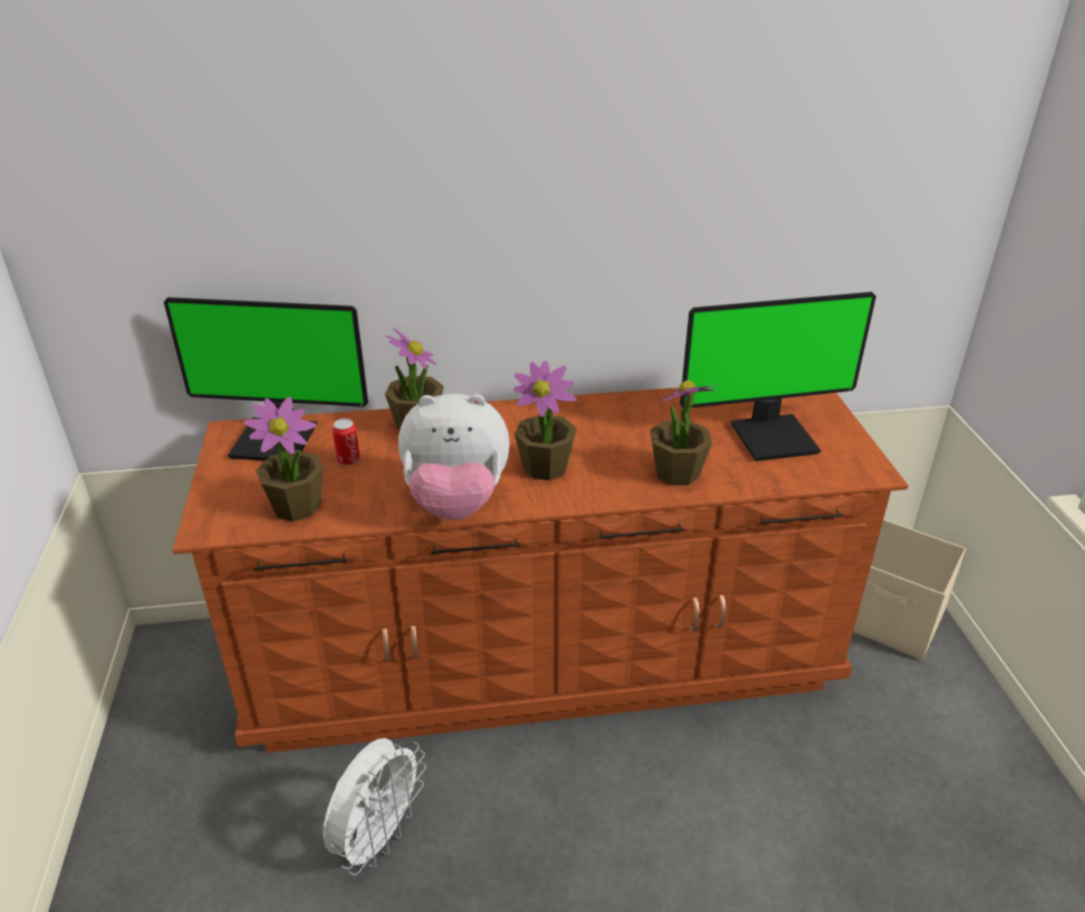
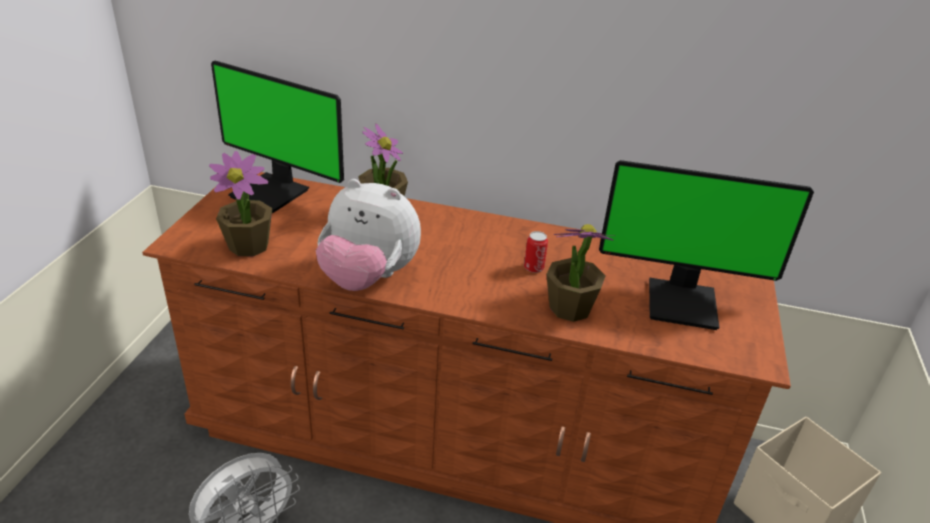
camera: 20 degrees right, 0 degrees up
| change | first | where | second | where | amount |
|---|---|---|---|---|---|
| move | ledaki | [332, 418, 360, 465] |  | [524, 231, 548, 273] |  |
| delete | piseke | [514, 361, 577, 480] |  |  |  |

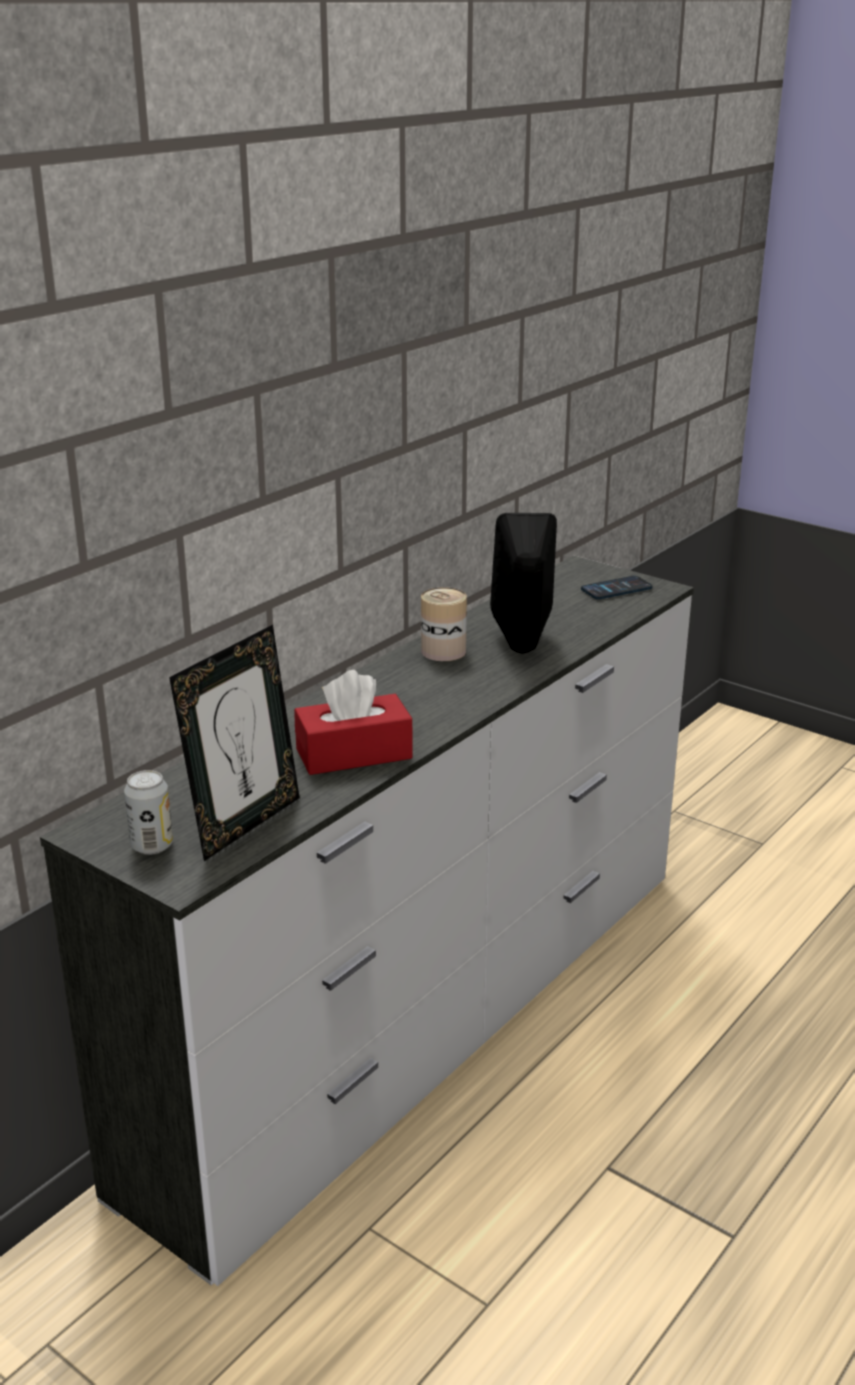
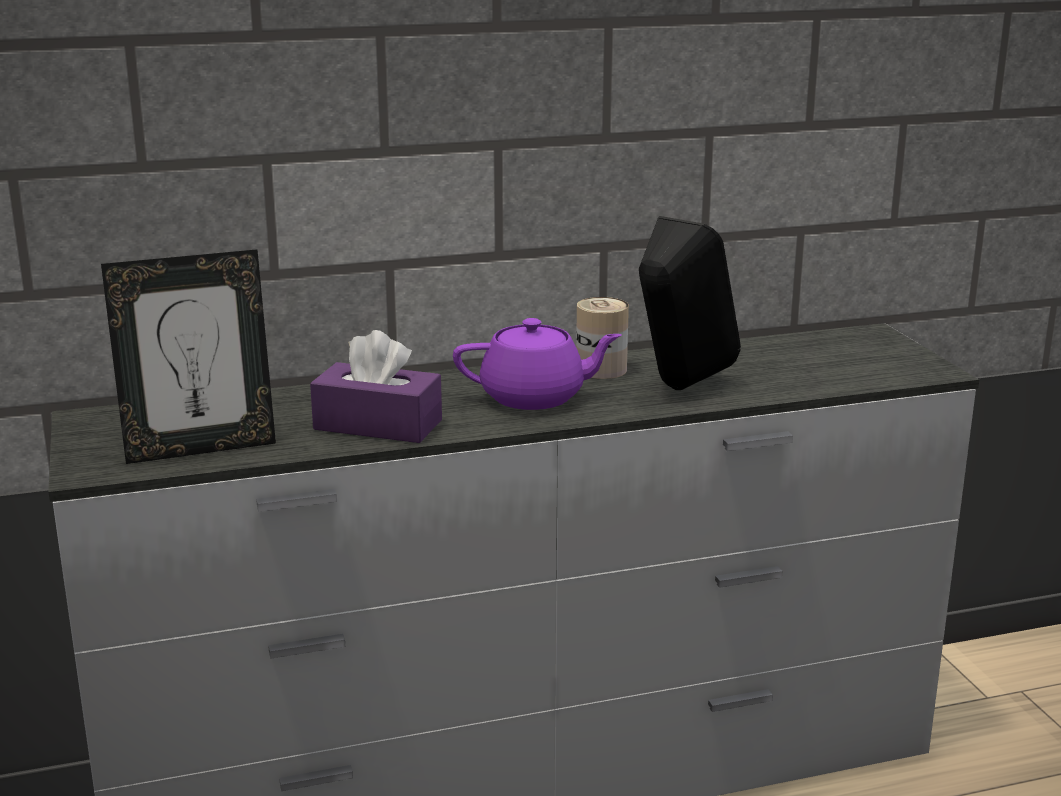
camera: 35 degrees right, 5 degrees down
| change | first | where | second | where | amount |
|---|---|---|---|---|---|
| recolor | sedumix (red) | [294, 670, 413, 775] | sedumix (purple) | [310, 330, 442, 443] |  |
| insert |  |  | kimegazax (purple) | [453, 318, 622, 410] |  |
| delete | ledaki | [124, 770, 173, 855] |  |  |  |
| delete | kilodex | [581, 576, 653, 599] |  |  |  |

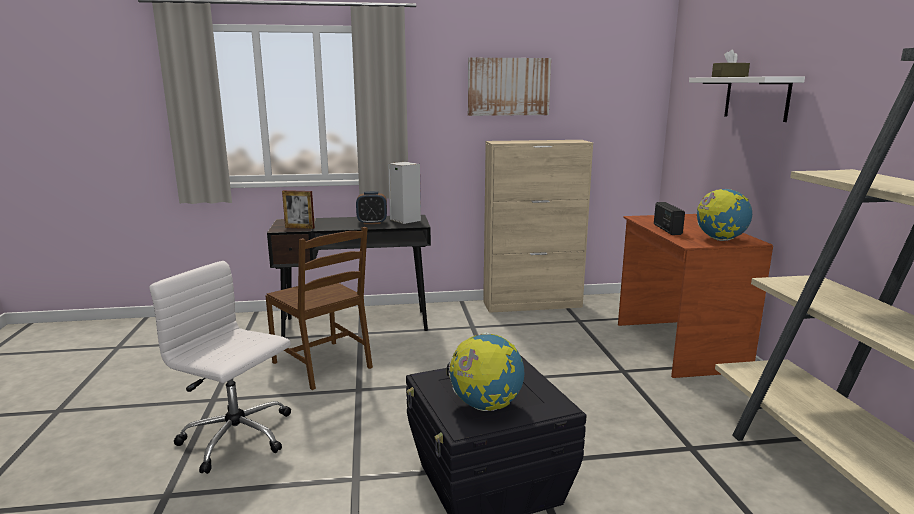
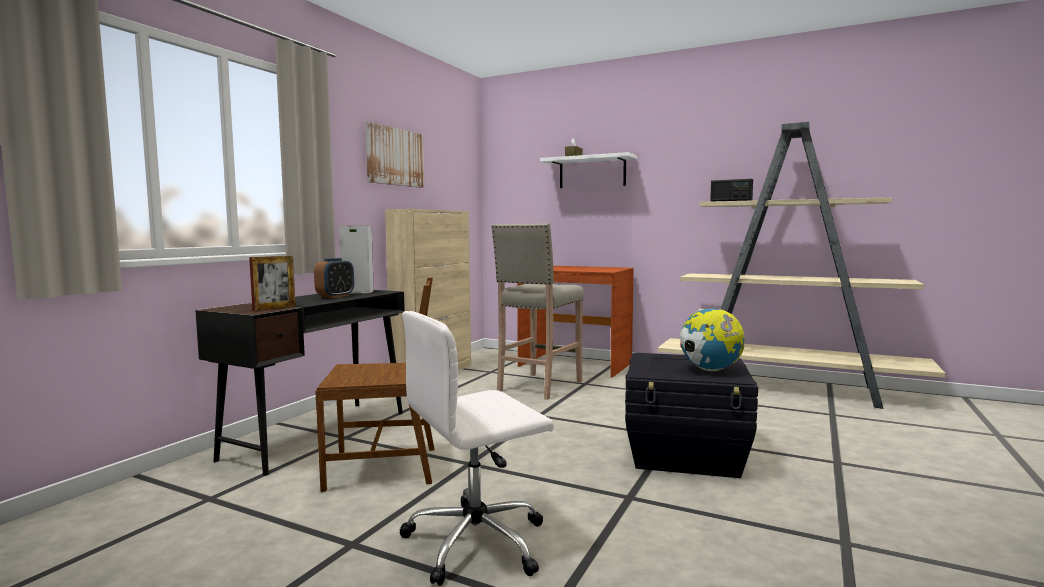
camera: 55 degrees left, 10 degrees down
| change | first | where | second | where | amount |
|---|---|---|---|---|---|
| insert |  |  | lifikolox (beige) | [491, 223, 584, 400] |  |
| move | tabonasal | [654, 202, 685, 235] |  | [710, 179, 753, 202] |  |
| delete | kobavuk | [697, 189, 752, 241] |  |  |  |

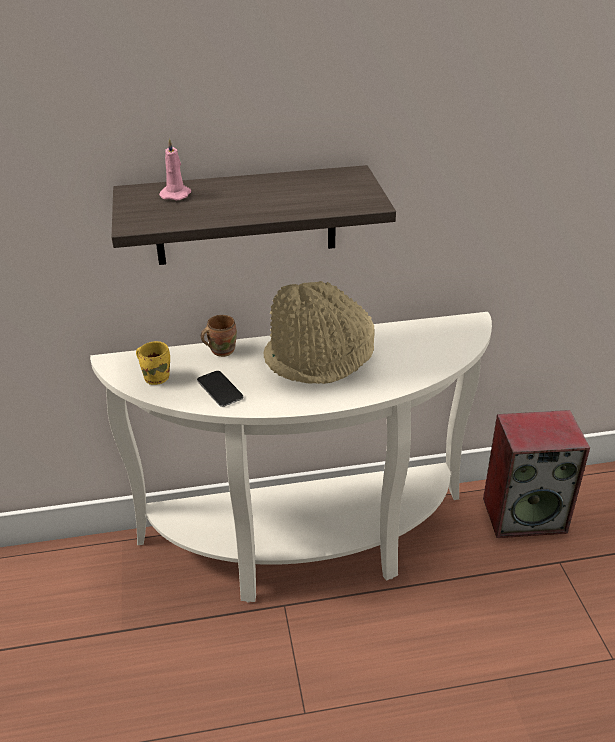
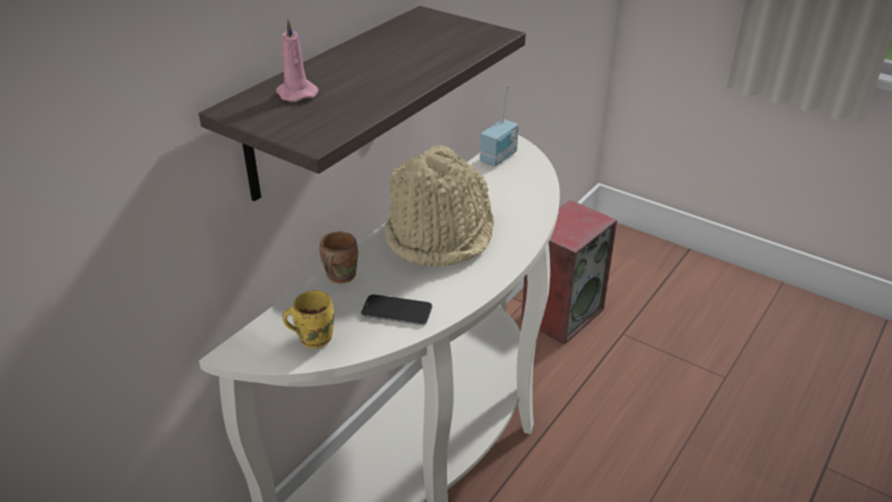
camera: 45 degrees left, 0 degrees up
| change | first | where | second | where | amount |
|---|---|---|---|---|---|
| insert |  |  | tabonasal | [480, 86, 519, 166] |  |

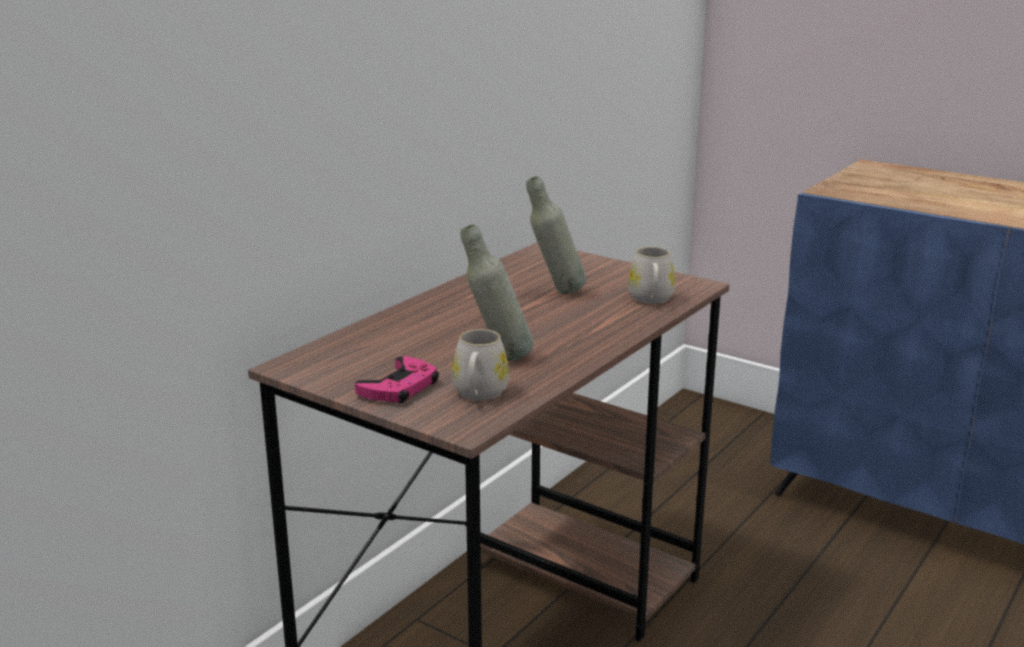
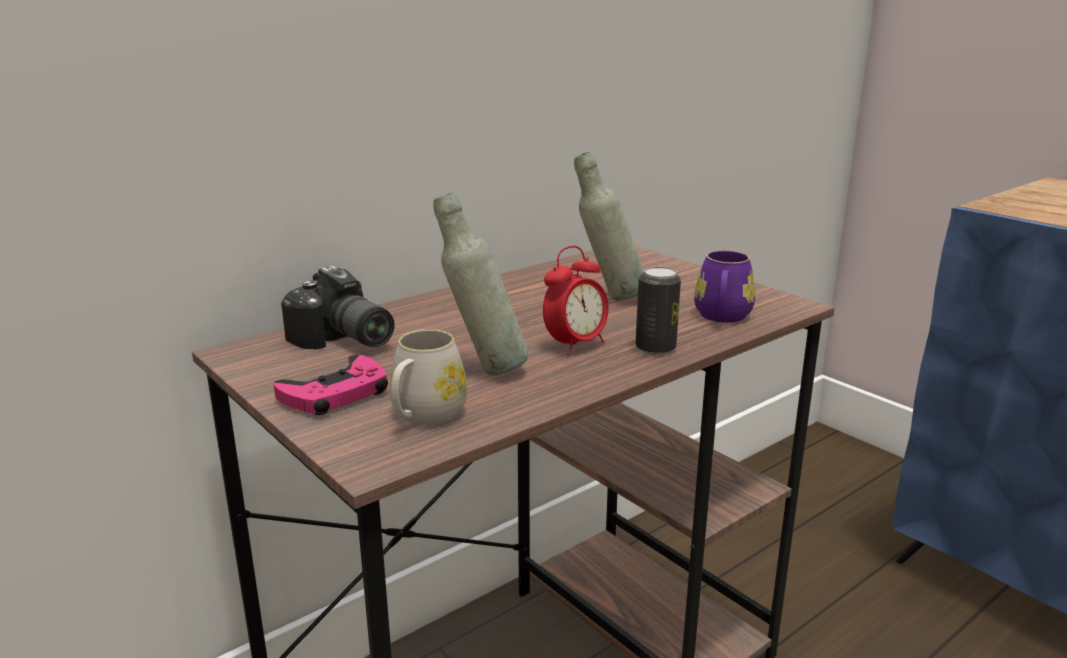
camera: 15 degrees right, 0 degrees up
| change | first | where | second | where | amount |
|---|---|---|---|---|---|
| insert |  |  | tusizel | [281, 266, 394, 349] |  |
| insert |  |  | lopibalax | [543, 246, 608, 355] |  |
| insert |  |  | ledaki | [636, 267, 681, 355] |  |
| recolor | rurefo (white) | [628, 247, 675, 304] | rurefo (purple) | [694, 250, 755, 323] |  |

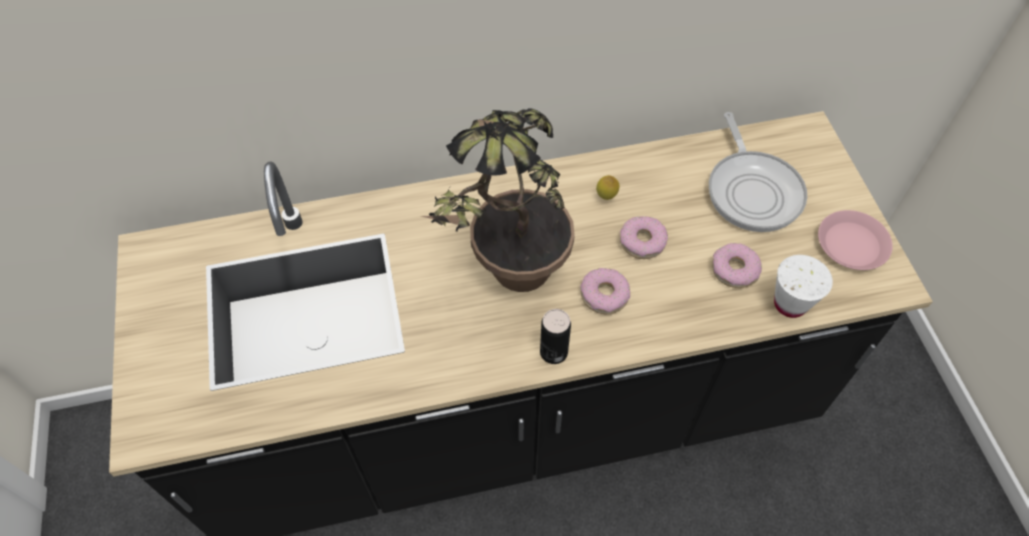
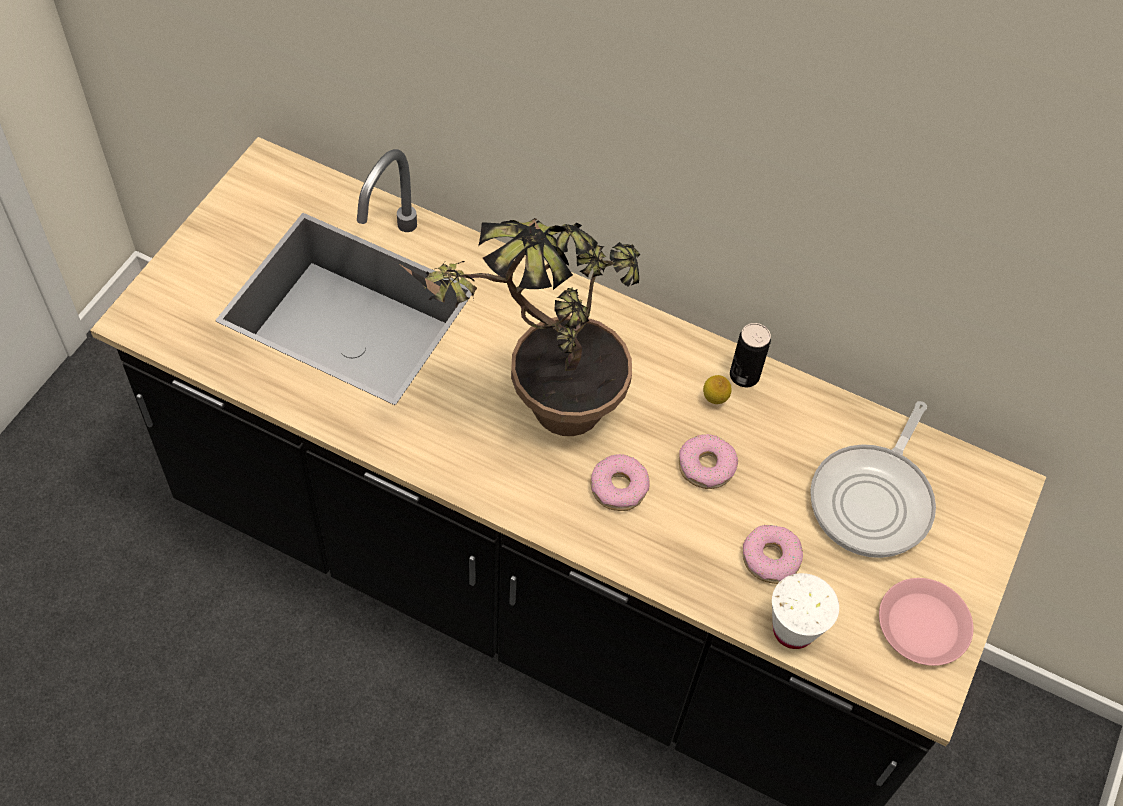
camera: 35 degrees right, 0 degrees up
| change | first | where | second | where | amount |
|---|---|---|---|---|---|
| move | ledaki | [540, 309, 571, 364] |  | [730, 323, 771, 387] |  |

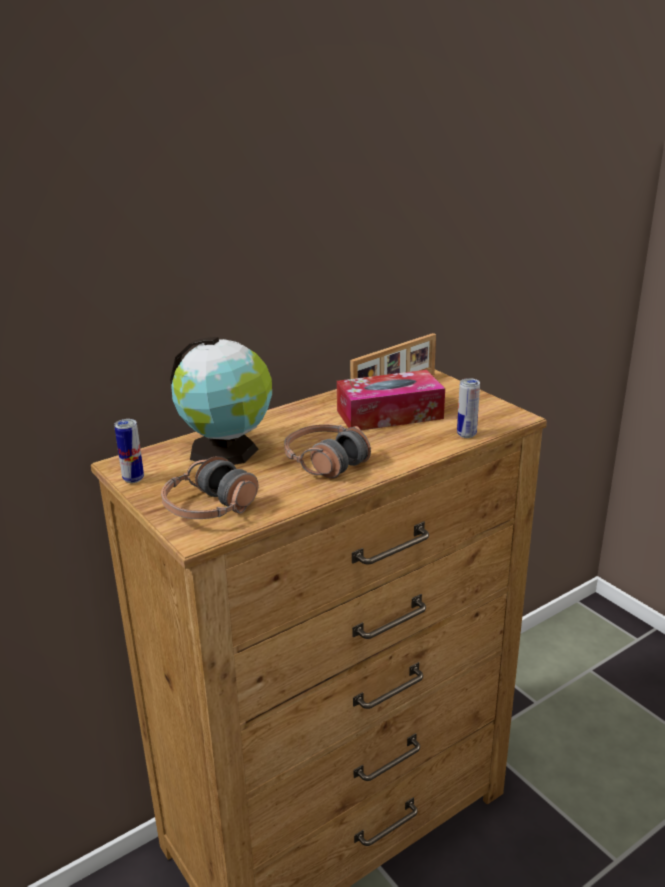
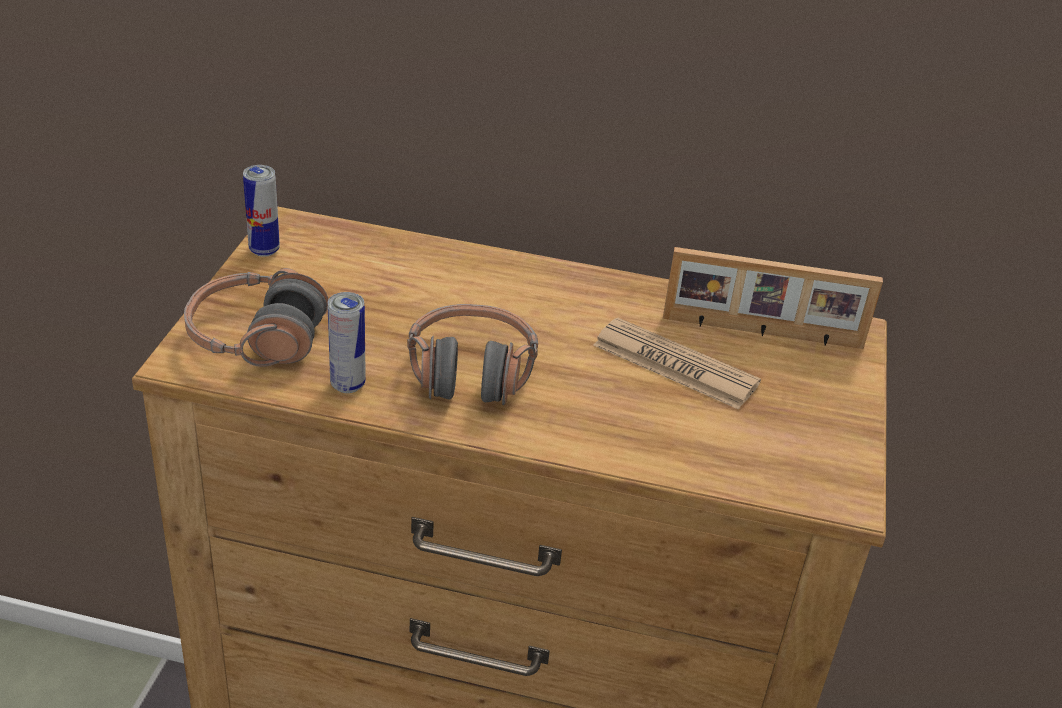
camera: 45 degrees right, 10 degrees up
| change | first | where | second | where | amount |
|---|---|---|---|---|---|
| move | ledaki | [457, 378, 480, 438] |  | [328, 292, 366, 393] |  |
| replace | sedumix | [337, 370, 445, 430] | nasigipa | [593, 318, 761, 410] |  |
| delete | kobavuk | [170, 337, 272, 465] |  |  |  |

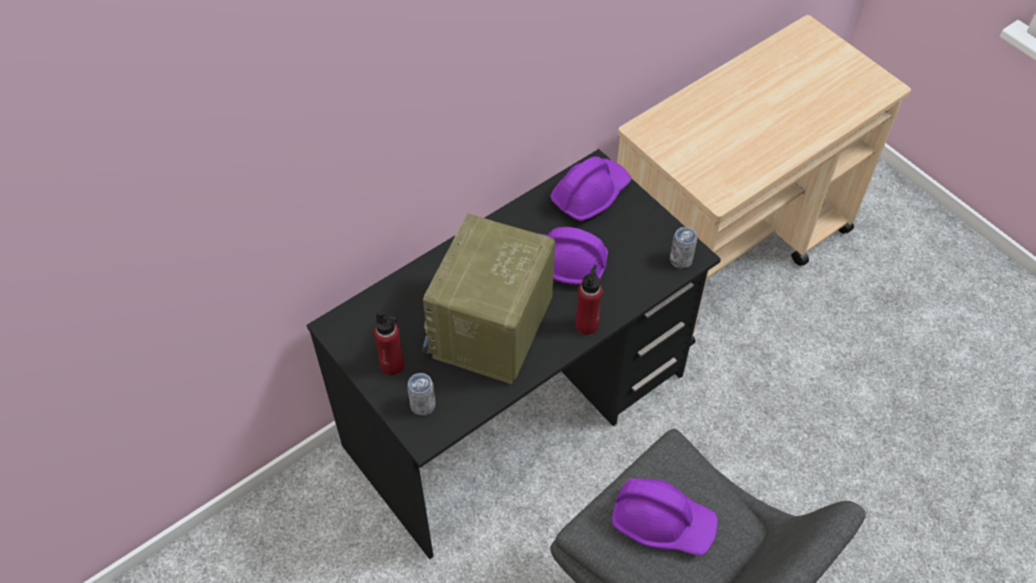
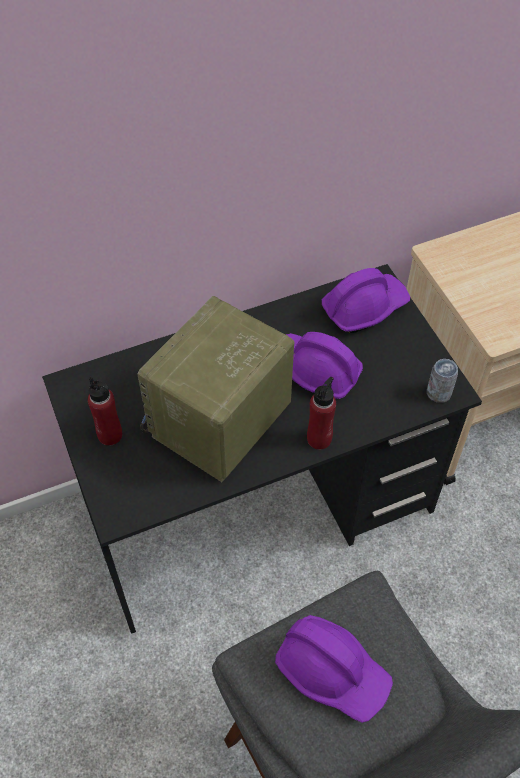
camera: 15 degrees right, 0 degrees up
| change | first | where | second | where | amount |
|---|---|---|---|---|---|
| delete | ledaki | [407, 373, 436, 416] |  |  |  |

